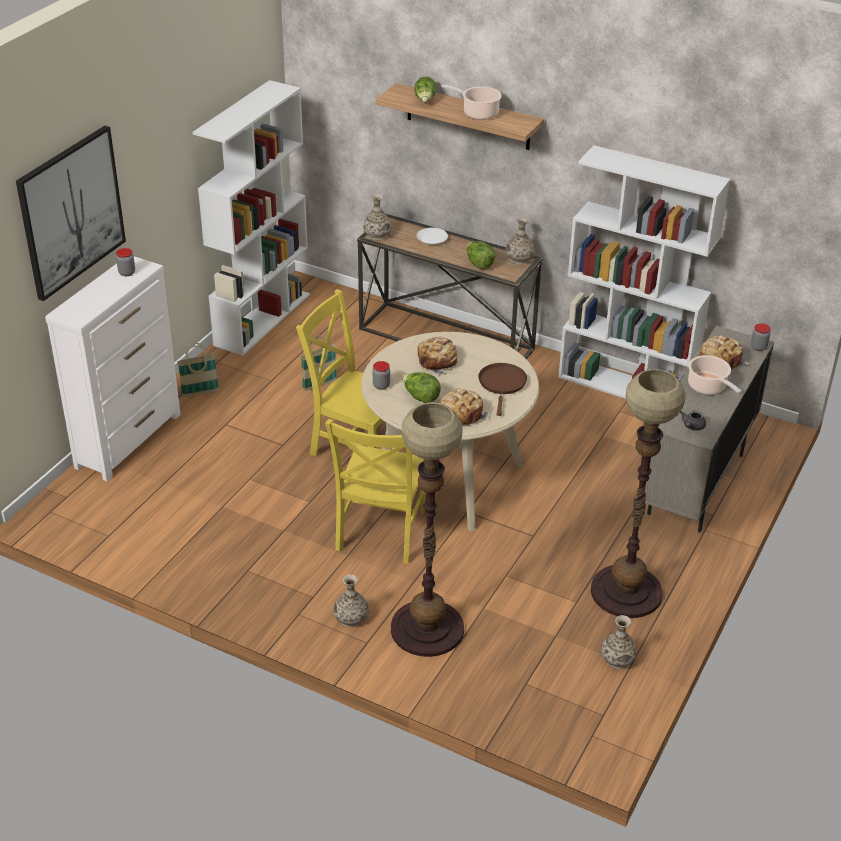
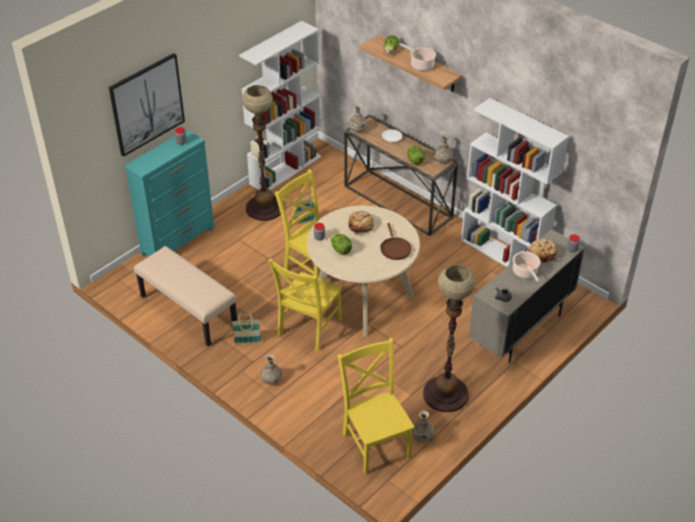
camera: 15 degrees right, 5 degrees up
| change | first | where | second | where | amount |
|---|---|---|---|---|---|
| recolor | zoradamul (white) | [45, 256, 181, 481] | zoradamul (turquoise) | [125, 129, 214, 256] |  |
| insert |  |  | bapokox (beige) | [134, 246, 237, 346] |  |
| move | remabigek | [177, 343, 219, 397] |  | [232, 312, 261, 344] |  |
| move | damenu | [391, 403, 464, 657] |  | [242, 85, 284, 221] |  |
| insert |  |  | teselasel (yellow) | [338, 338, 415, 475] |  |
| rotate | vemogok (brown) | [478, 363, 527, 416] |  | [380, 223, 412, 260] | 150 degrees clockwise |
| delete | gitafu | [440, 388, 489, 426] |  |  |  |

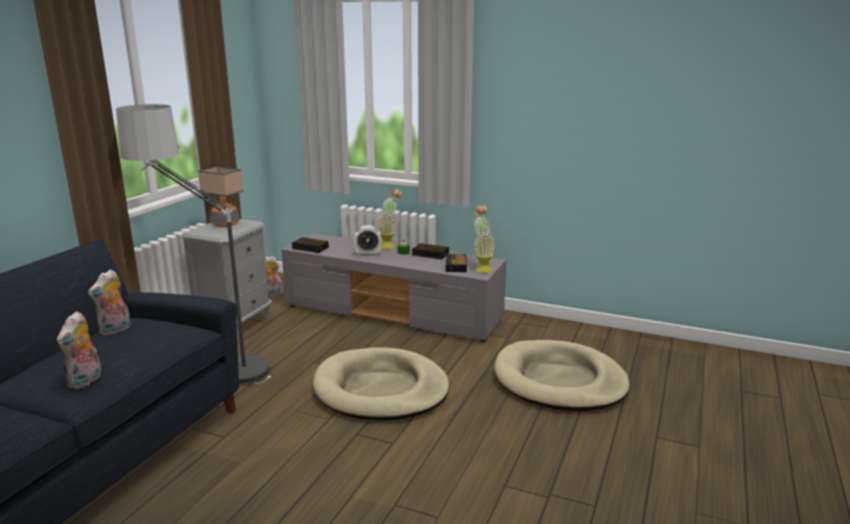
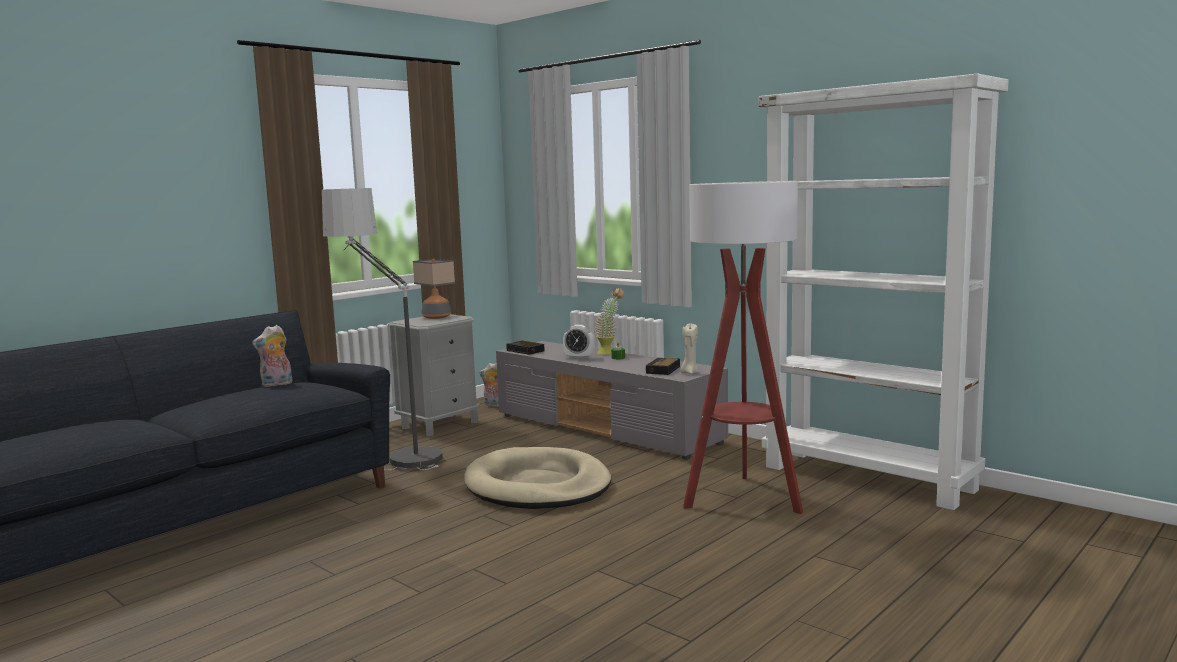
camera: 20 degrees right, 10 degrees down
| change | first | where | second | where | amount |
|---|---|---|---|---|---|
| replace | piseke | [474, 205, 495, 273] | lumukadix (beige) | [680, 323, 700, 374] |  |
| replace | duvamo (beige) | [495, 340, 630, 411] | damenu | [683, 181, 803, 514] |  |
| insert |  |  | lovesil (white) | [759, 74, 1009, 510] |  |
| delete | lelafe | [57, 311, 101, 389] |  |  |  |
| delete | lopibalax | [412, 243, 449, 260] |  |  |  |

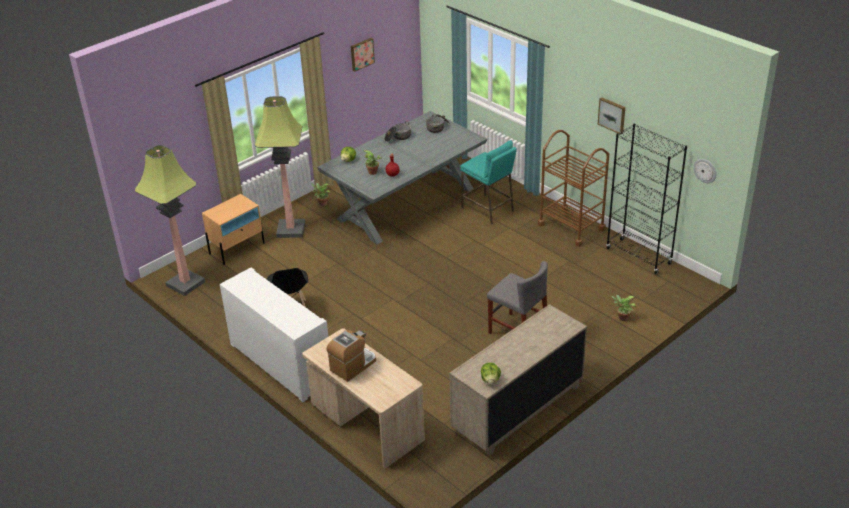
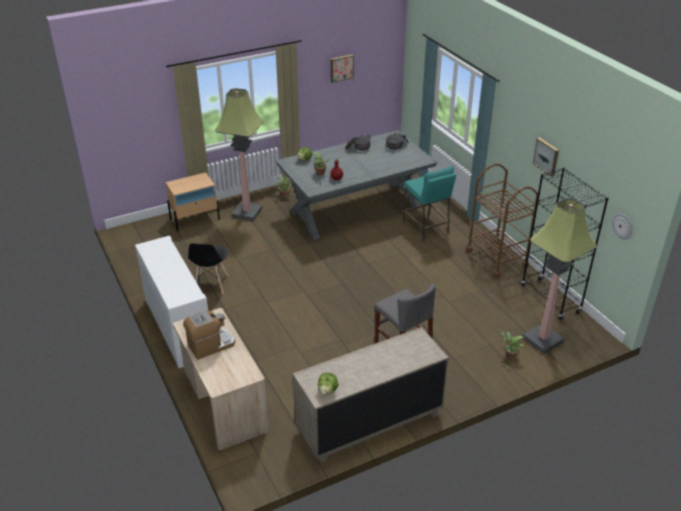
camera: 15 degrees right, 0 degrees up
| change | first | where | second | where | amount |
|---|---|---|---|---|---|
| move | damenu | [135, 145, 205, 296] |  | [523, 198, 597, 354] |  |

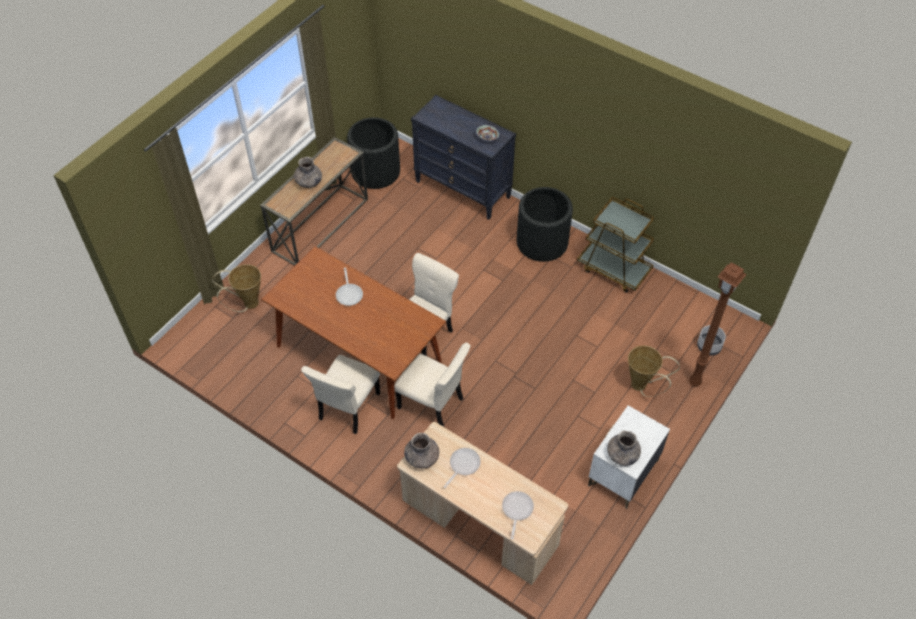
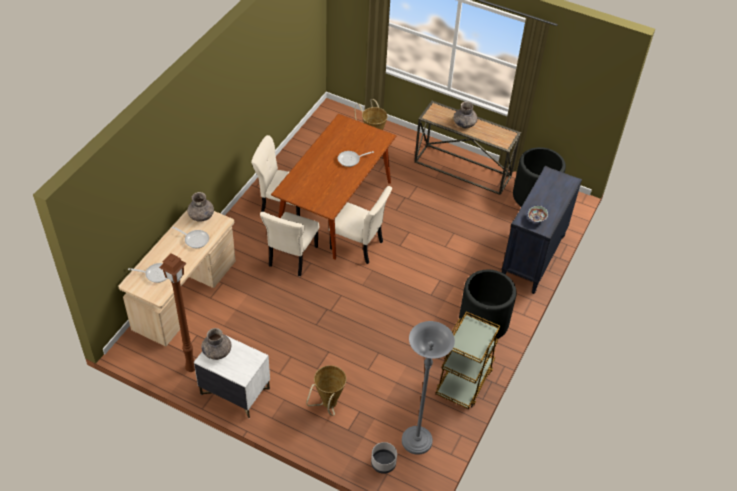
camera: 80 degrees right, 5 degrees down
| change | first | where | second | where | amount |
|---|---|---|---|---|---|
| move | damenu (brown) | [689, 262, 747, 387] |  | [159, 254, 195, 372] |  |
| insert |  |  | damenu (grey) | [402, 321, 455, 455] |  |

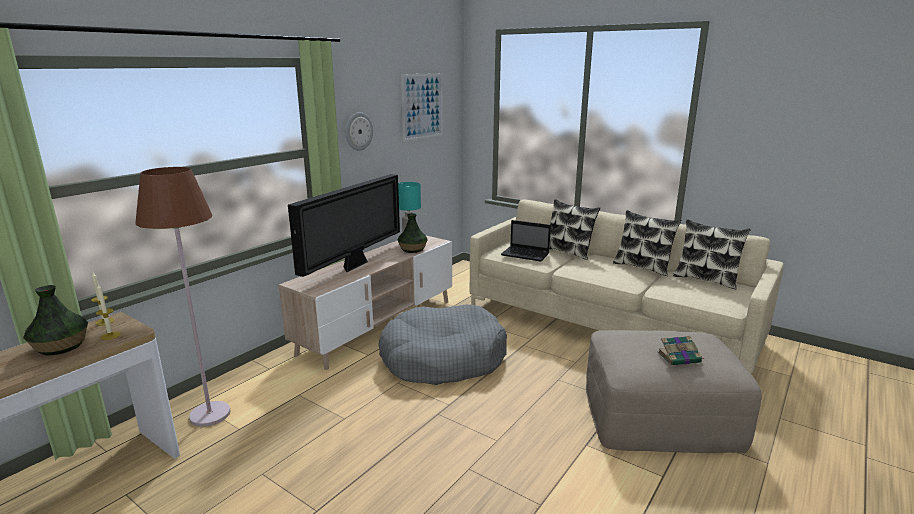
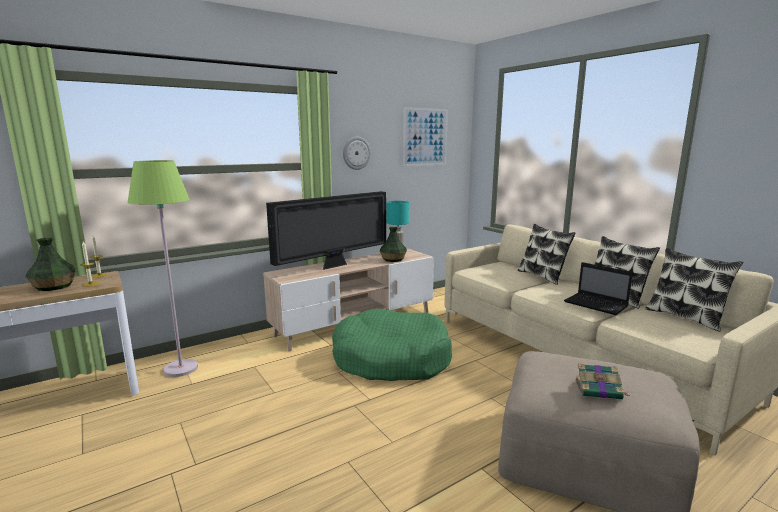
camera: 20 degrees right, 5 degrees down
| change | first | where | second | where | amount |
|---|---|---|---|---|---|
| recolor | damenu (brown) | [135, 167, 230, 427] | damenu (green) | [127, 160, 198, 377] |  |
| recolor | duvamo (grey) | [378, 304, 507, 385] | duvamo (green) | [332, 309, 452, 381] |  |
| move | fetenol | [501, 220, 551, 262] |  | [564, 262, 633, 315] |  |

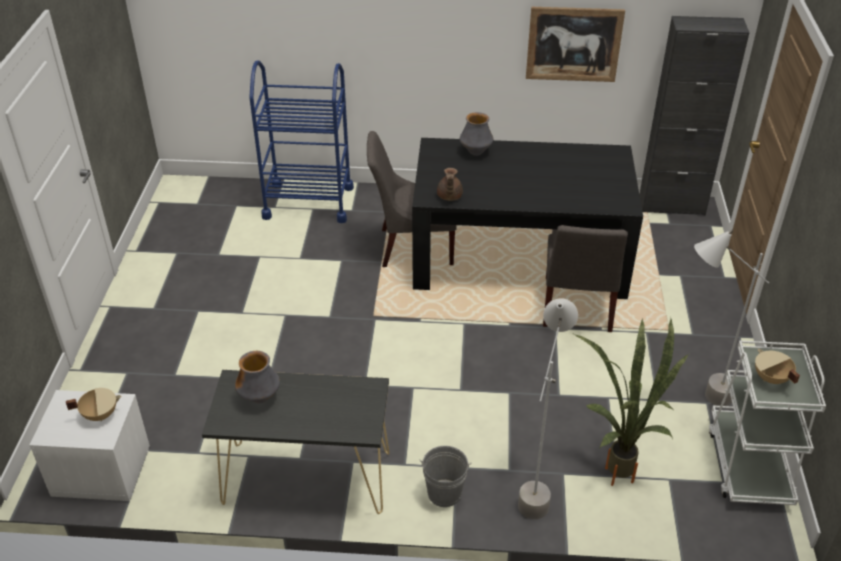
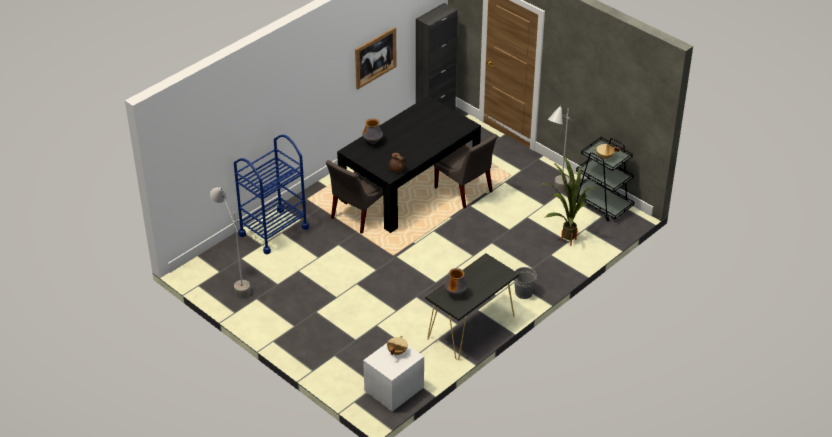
camera: 50 degrees left, 0 degrees up
| change | first | where | second | where | amount |
|---|---|---|---|---|---|
| move | damenu (grey) | [518, 298, 578, 519] |  | [210, 187, 251, 299] |  |
| recolor | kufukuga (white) | [709, 341, 826, 505] | kufukuga (black) | [576, 137, 635, 221] |  |

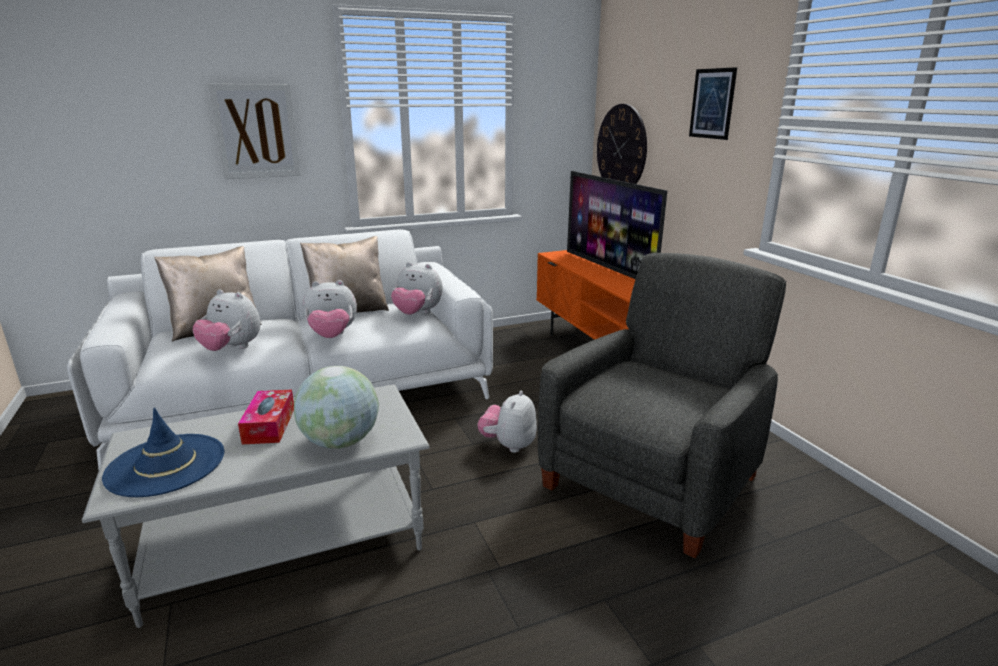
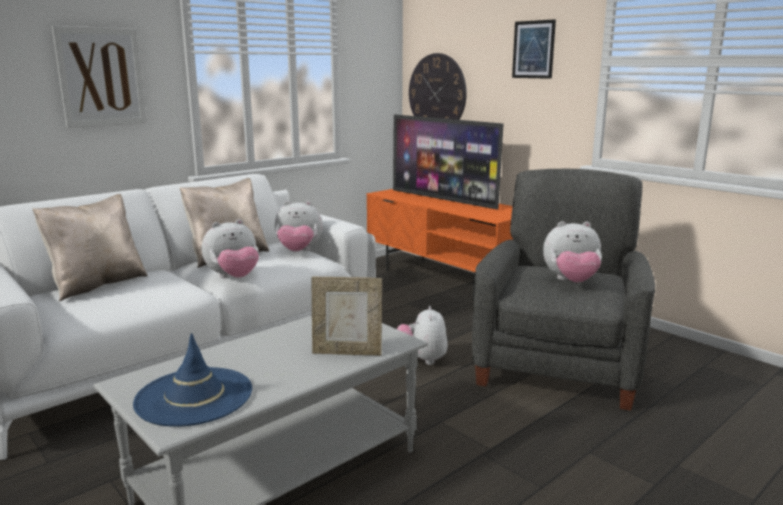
camera: 20 degrees left, 5 degrees down
| change | first | where | second | where | amount |
|---|---|---|---|---|---|
| replace | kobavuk | [294, 366, 379, 449] | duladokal | [312, 277, 382, 356] |  |
| move | lelafe | [193, 289, 261, 351] |  | [543, 221, 602, 283] |  |
| delete | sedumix | [238, 390, 294, 444] |  |  |  |

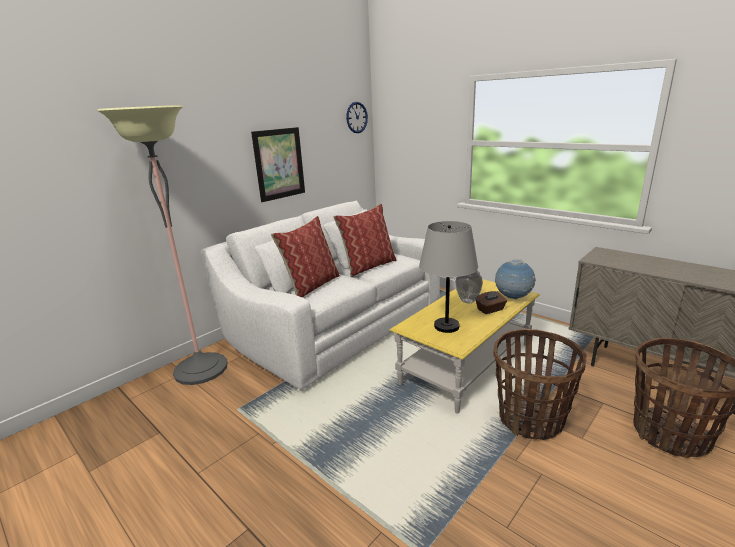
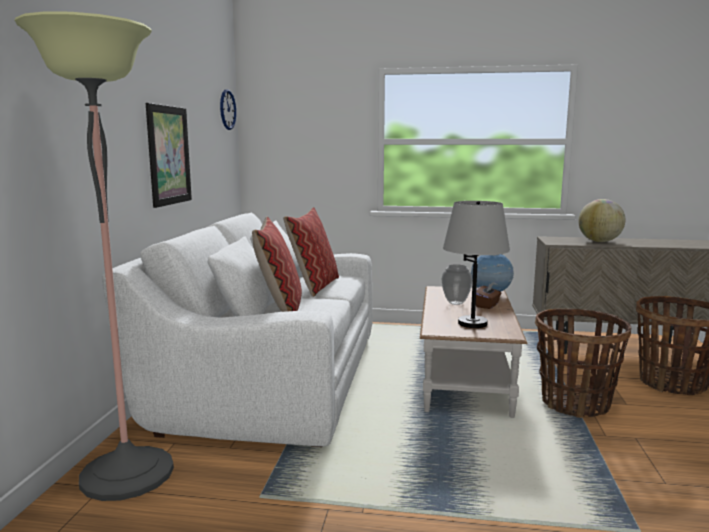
camera: 35 degrees left, 10 degrees down
| change | first | where | second | where | amount |
|---|---|---|---|---|---|
| recolor | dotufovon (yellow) | [390, 279, 540, 414] | dotufovon (brown) | [420, 286, 528, 418] |  |
| insert |  |  | kobavuk | [578, 199, 625, 242] |  |

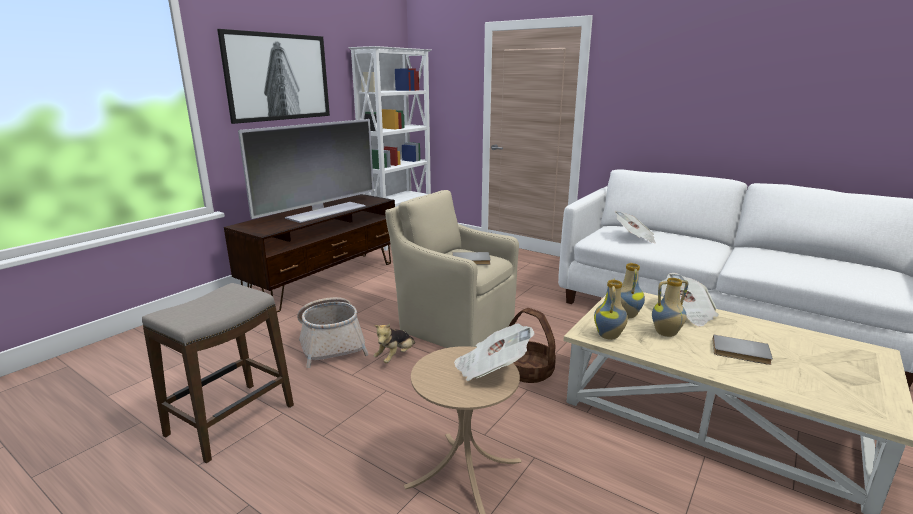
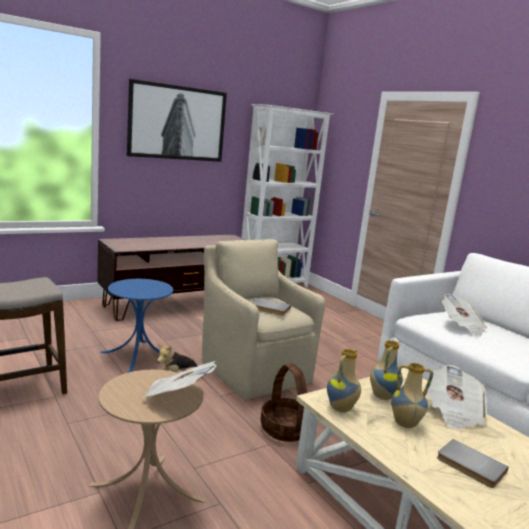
camera: 20 degrees right, 5 degrees down
| change | first | where | second | where | amount |
|---|---|---|---|---|---|
| replace | remabigek | [297, 297, 369, 368] | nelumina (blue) | [100, 279, 173, 373] |  |
| delete | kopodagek | [238, 119, 374, 223] |  |  |  |

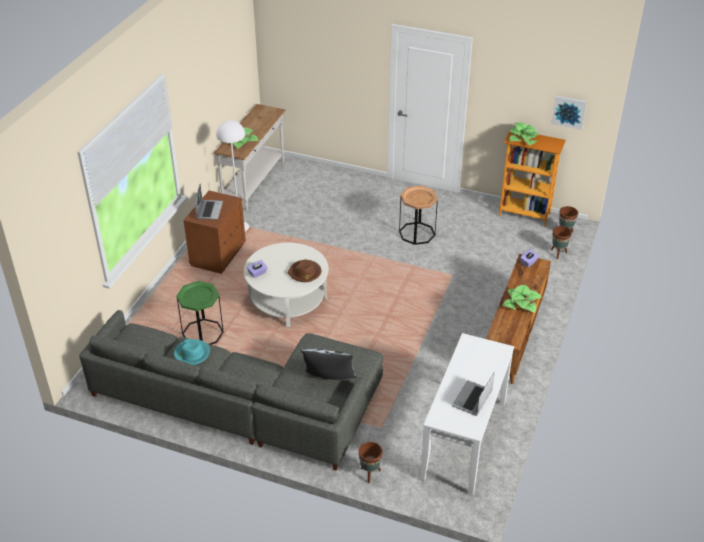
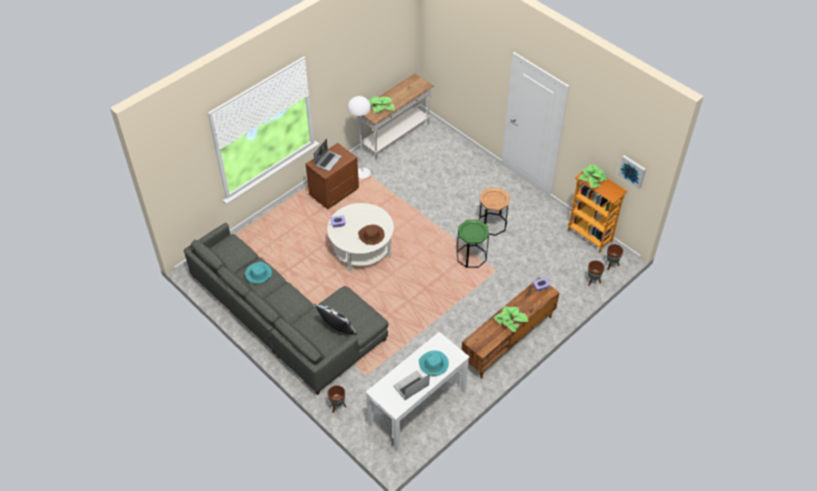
camera: 25 degrees right, 10 degrees up
| change | first | where | second | where | amount |
|---|---|---|---|---|---|
| insert |  |  | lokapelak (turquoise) | [419, 351, 449, 376] |  |
| move | nelumina (green) | [176, 281, 224, 345] |  | [457, 219, 489, 268] |  |

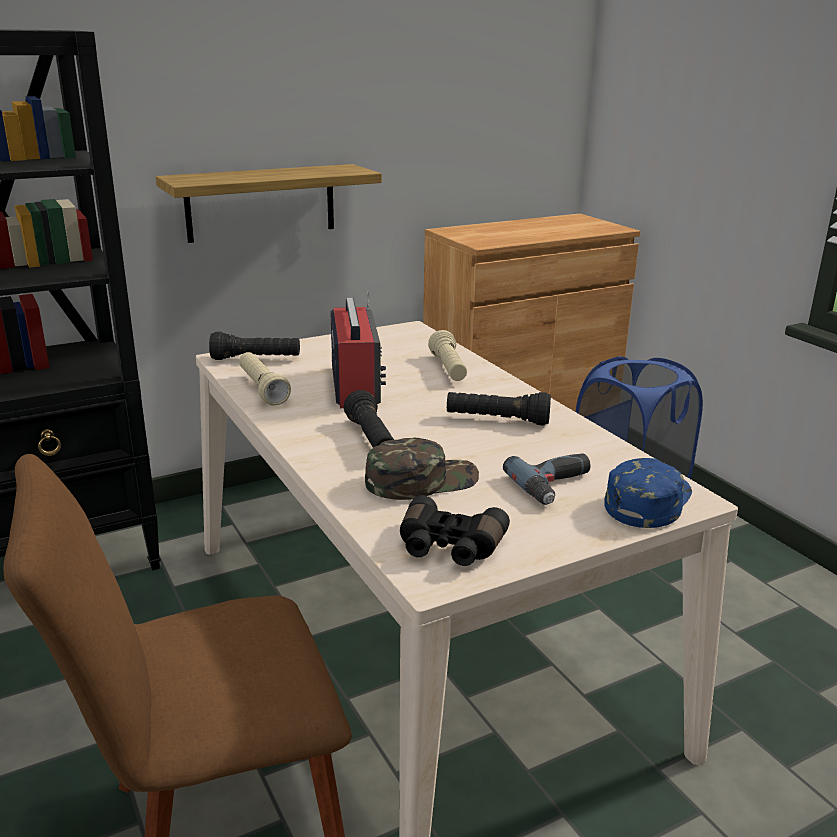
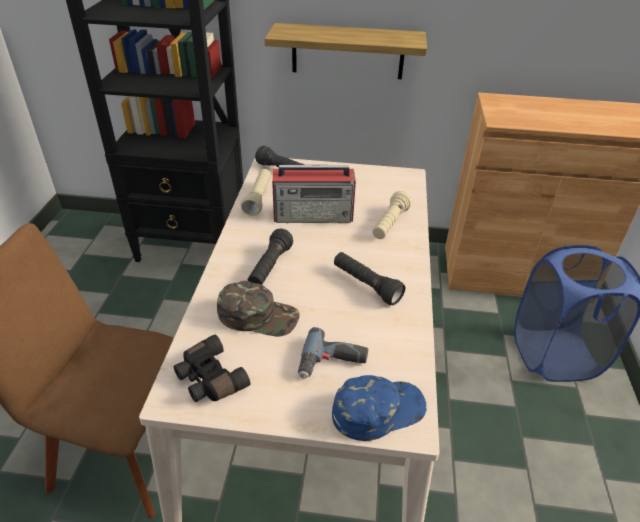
camera: 35 degrees right, 15 degrees up
| change | first | where | second | where | amount |
|---|---|---|---|---|---|
| rotate | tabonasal | [330, 291, 386, 408] |  | [272, 165, 356, 223] | 60 degrees clockwise |

